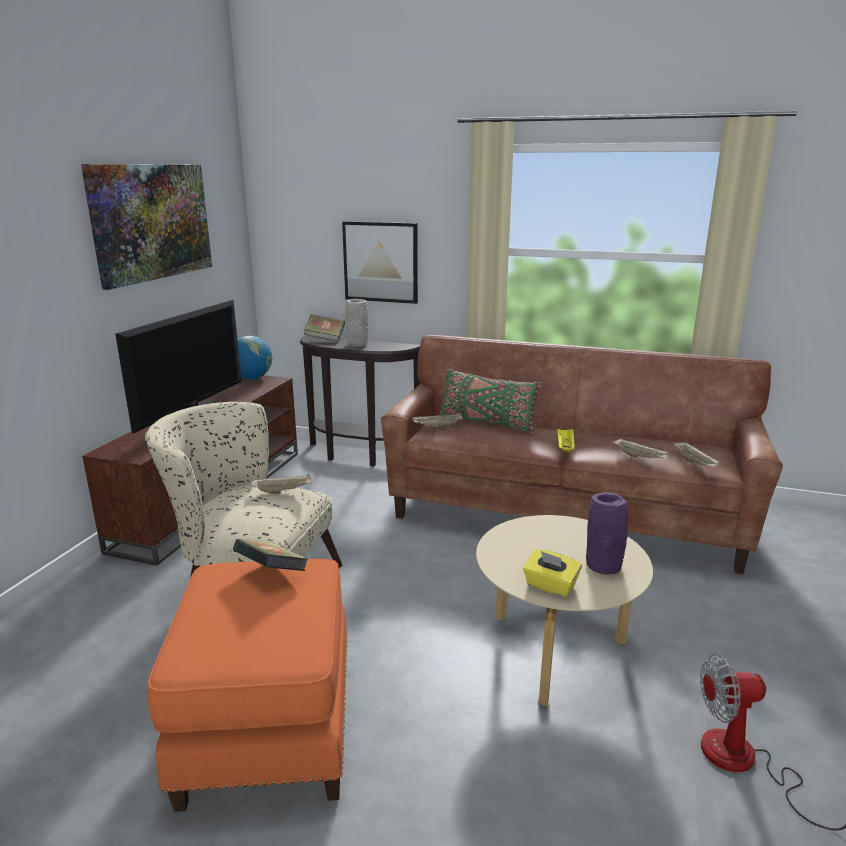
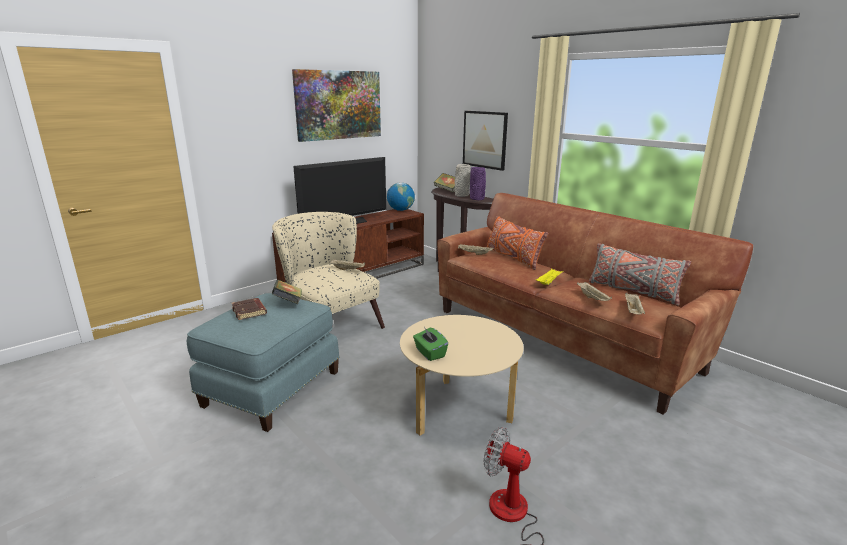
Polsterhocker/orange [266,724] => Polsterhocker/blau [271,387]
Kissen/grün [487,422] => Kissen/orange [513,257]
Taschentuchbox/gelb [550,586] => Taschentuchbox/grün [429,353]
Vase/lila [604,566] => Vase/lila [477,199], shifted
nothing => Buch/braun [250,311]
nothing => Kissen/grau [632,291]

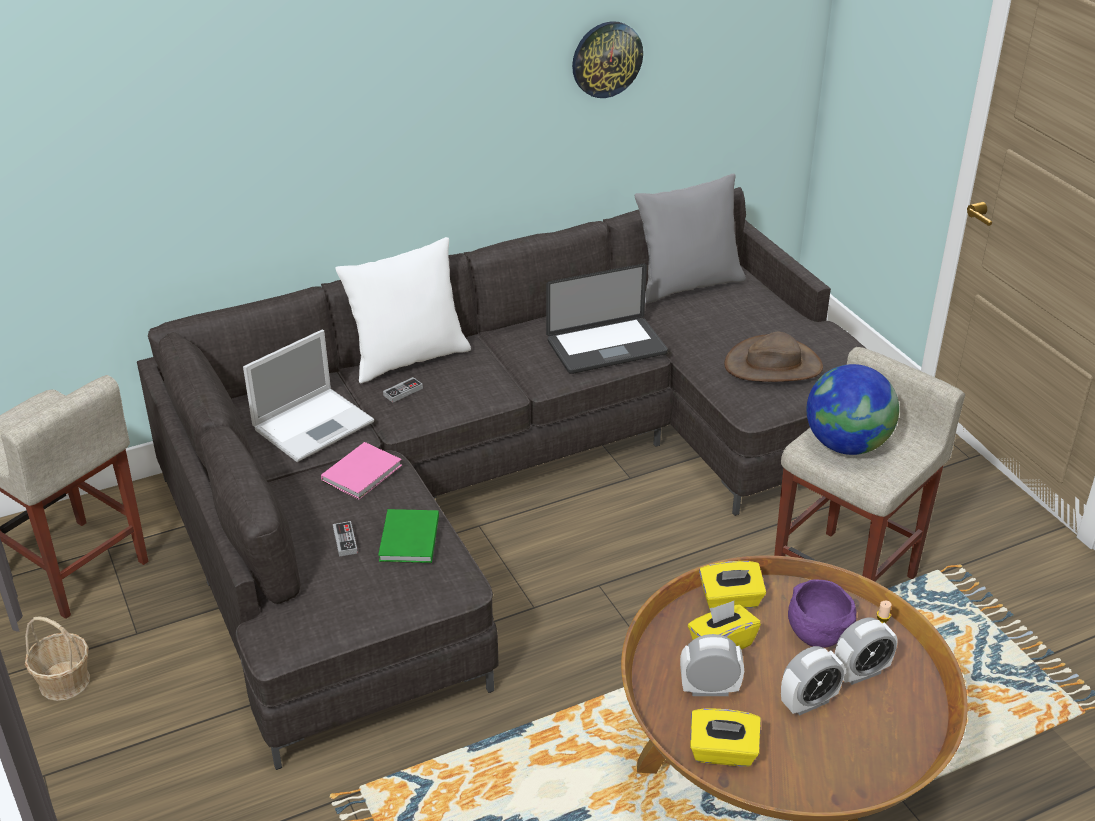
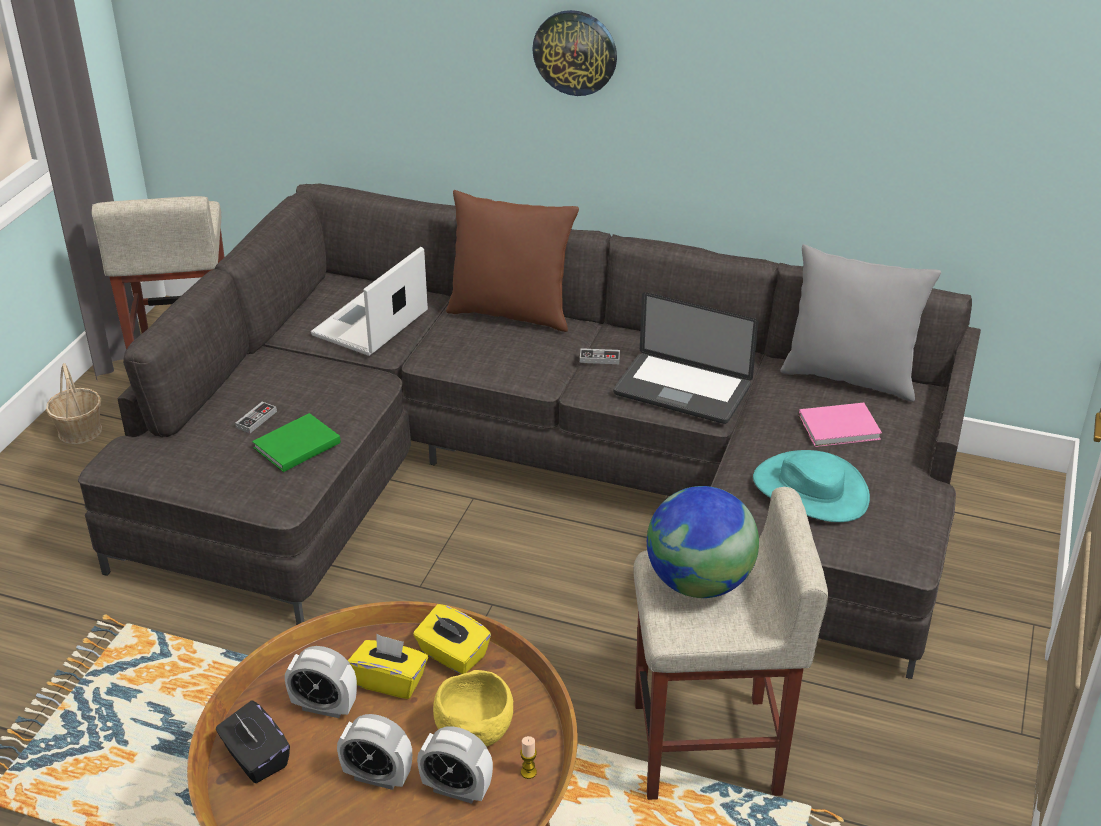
Laptop [315,424] => Laptop [369,325], 120 degrees clockwise
Buch/rosa [364,472] => Buch/rosa [841,428], shifted
Kissen/weiß [408,358] => Kissen/braun [511,313]
Gamepad [403,392] => Gamepad [599,358], shifted
Wanduhr [606,59] => Wanduhr [575,52], shifted
Wecker [709,689] => Wecker [324,707], 150 degrees clockwise
Taschentuchbox/gelb [723,753] => Taschentuchbox/schwarz [255,758]
Hut/braun [773,365] => Hut/türkis [810,490]
Schüssel/lila [816,634] => Schüssel/gelb [474,732]

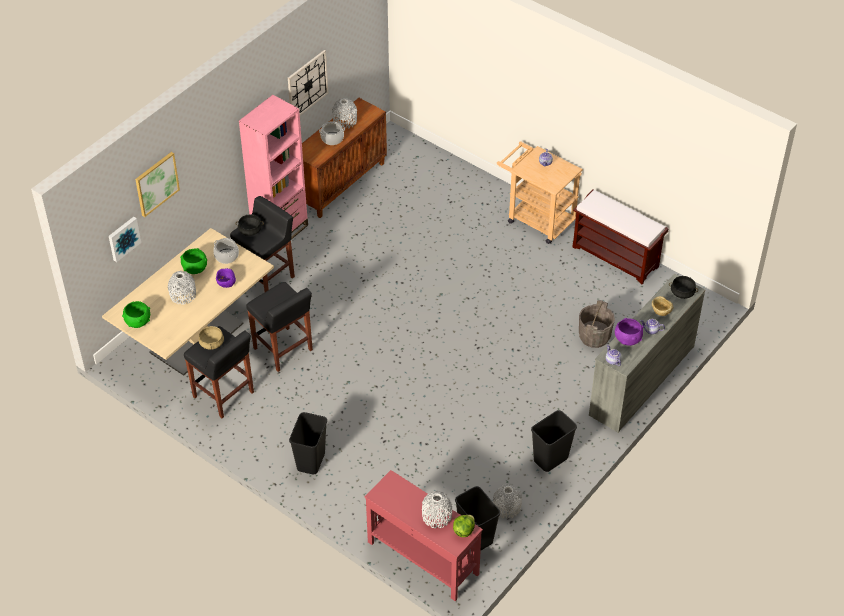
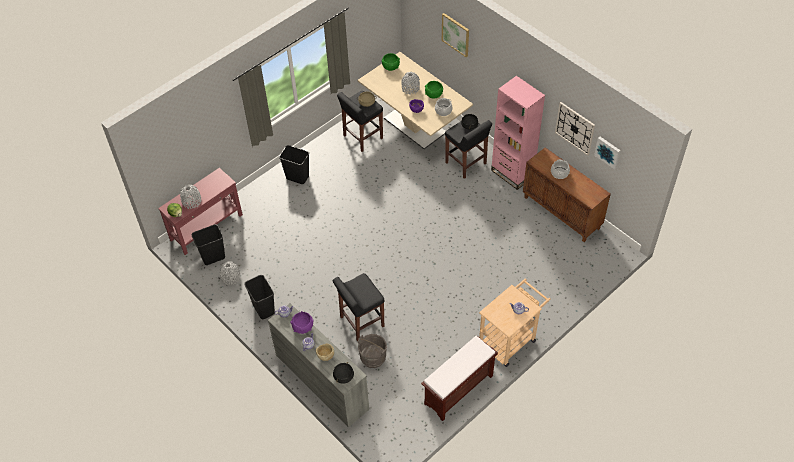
Bild [123,238] => Bild [608,152], shifted
Hocker/schwarz [283,350] => Hocker/schwarz [361,322], shifted
Vase/grau [345,121] => nothing

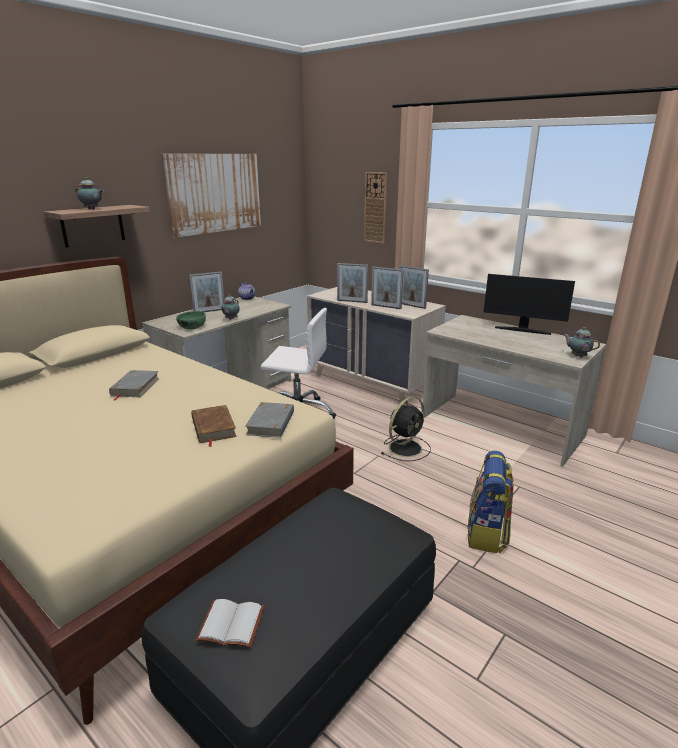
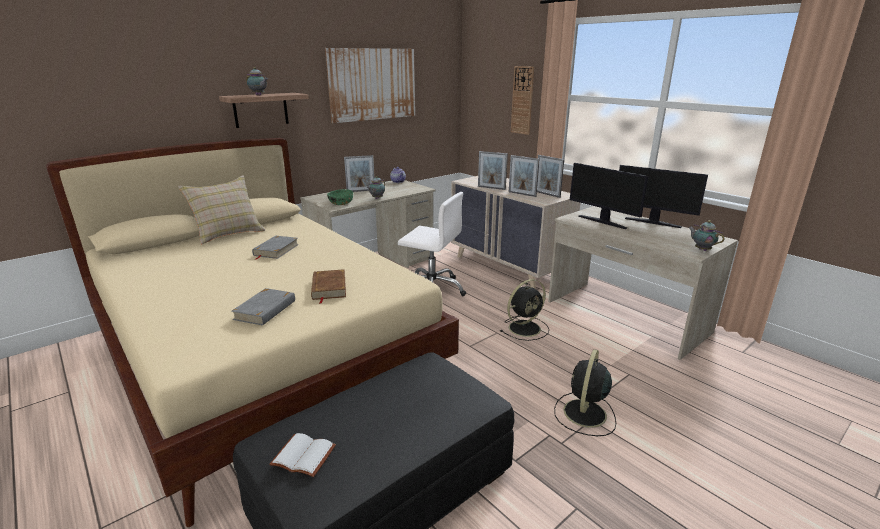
Buch/grau [271,423] => Buch/grau [265,310], shifted
Rucksack [487,534] => Ventilator/schwarz [584,414]
nothing => Kissen/beige [228,233]
nothing => Monitor [602,221]

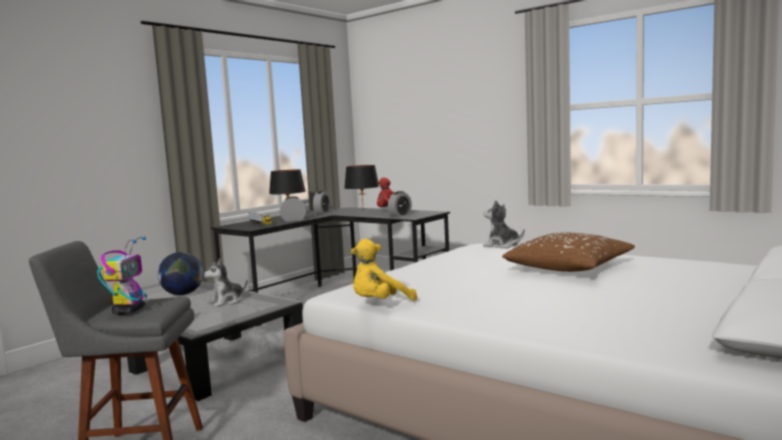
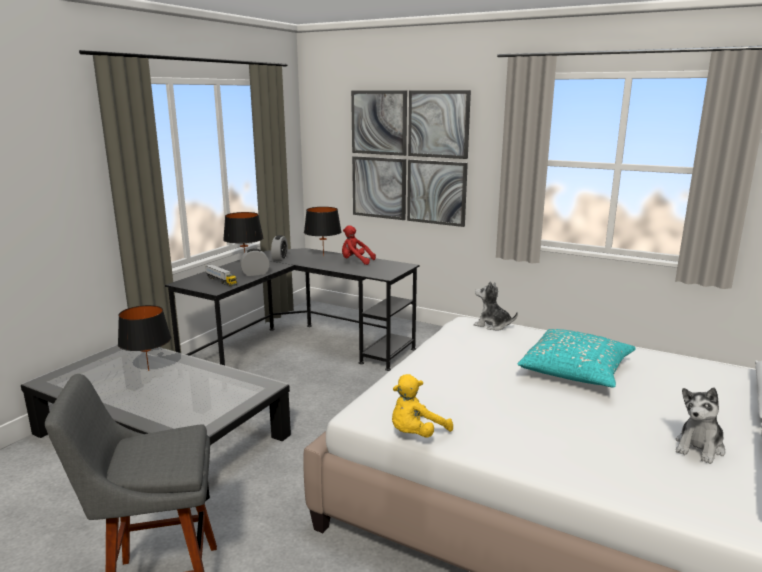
Spielzeugroboter [129,311] => nothing
Globus [182,294] => Tischlampe/schwarz [148,370]
Plüschtier [227,301] => Plüschtier [699,447], shifted
Wecker [400,215] => nothing
Kissen/braun [569,268] => Kissen/türkis [576,371]
nothing => Bild [407,157]

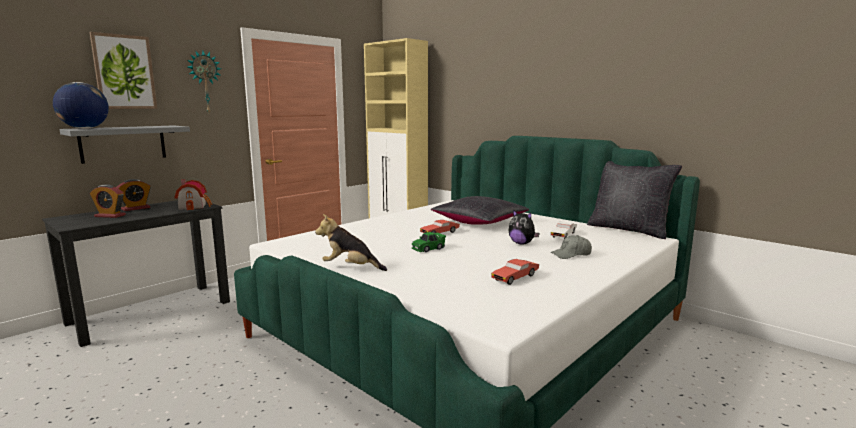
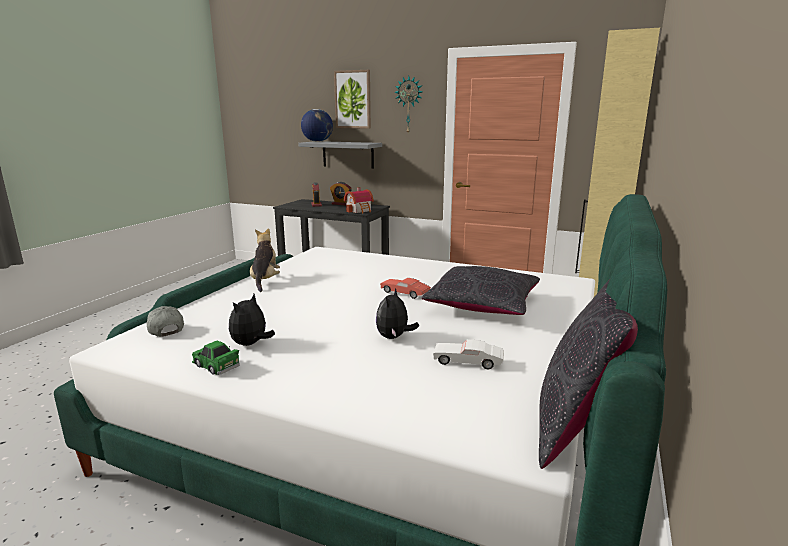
Spielzeugauto/grün [428,249] => Spielzeugauto/grün [216,365], shifted
Spielzeugauto/rot [515,277] => Plüschtier [251,344]
Kappe/grau [571,254] => Kappe/grau [165,329], shifted

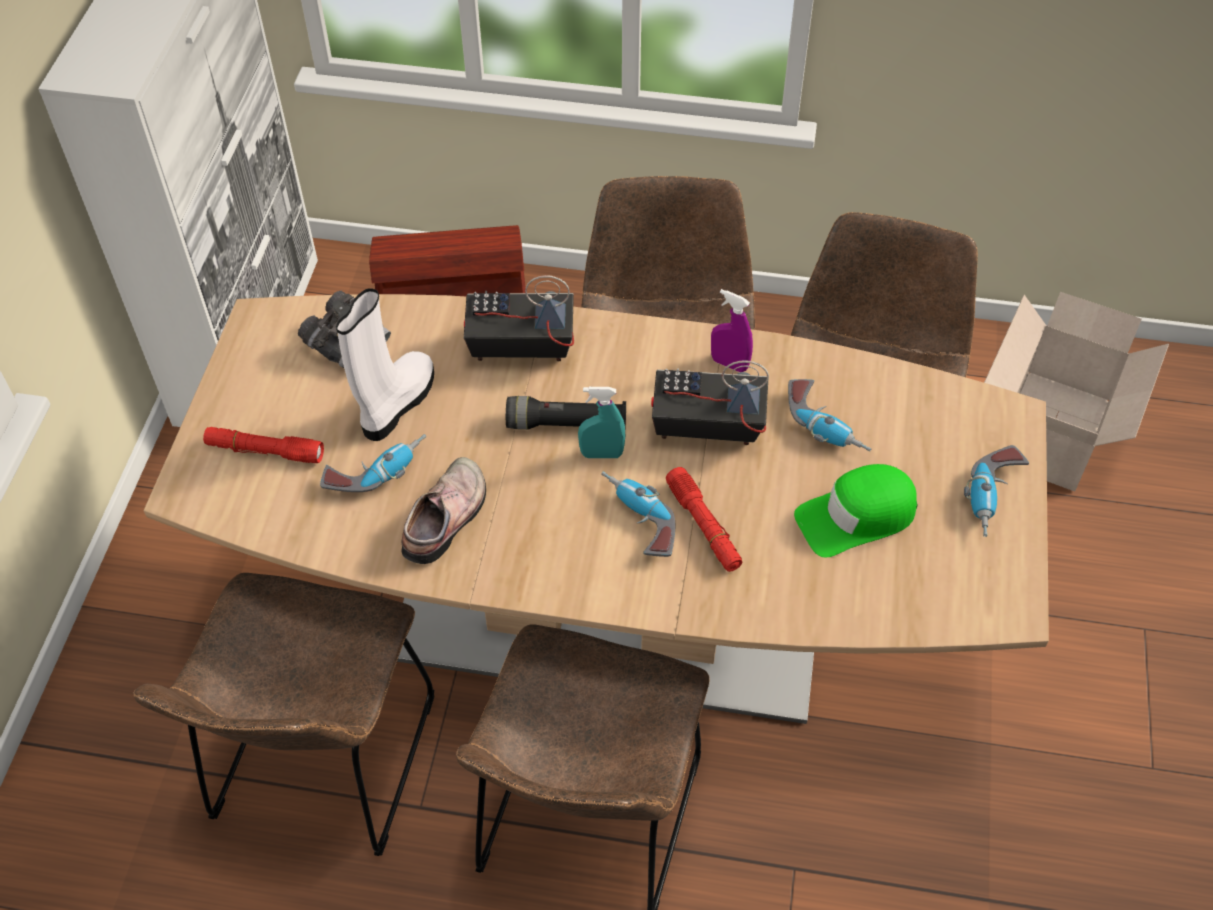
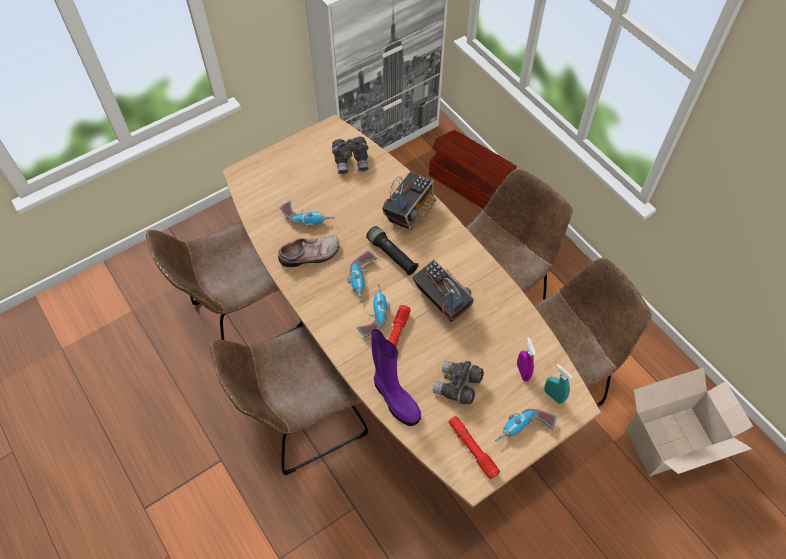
Taschenlampe/rot [265,451] => Taschenlampe/rot [472,448], shifted
Stiefel/weiß [396,404] => nothing
Radio [520,348] => Radio [410,211], 75 degrees clockwise
Sprühflasche/türkis [601,454] => Sprühflasche/türkis [553,395], shifted
Sprühflasche/lila [729,364] => Sprühflasche/lila [522,372], shifted
Bohrmaschine [826,425] => Bohrmaschine [363,279], shifted
Kappe/grün [856,517] => Fernglas/grau [457,386]
nothing => Stiefel/lila [394,398]

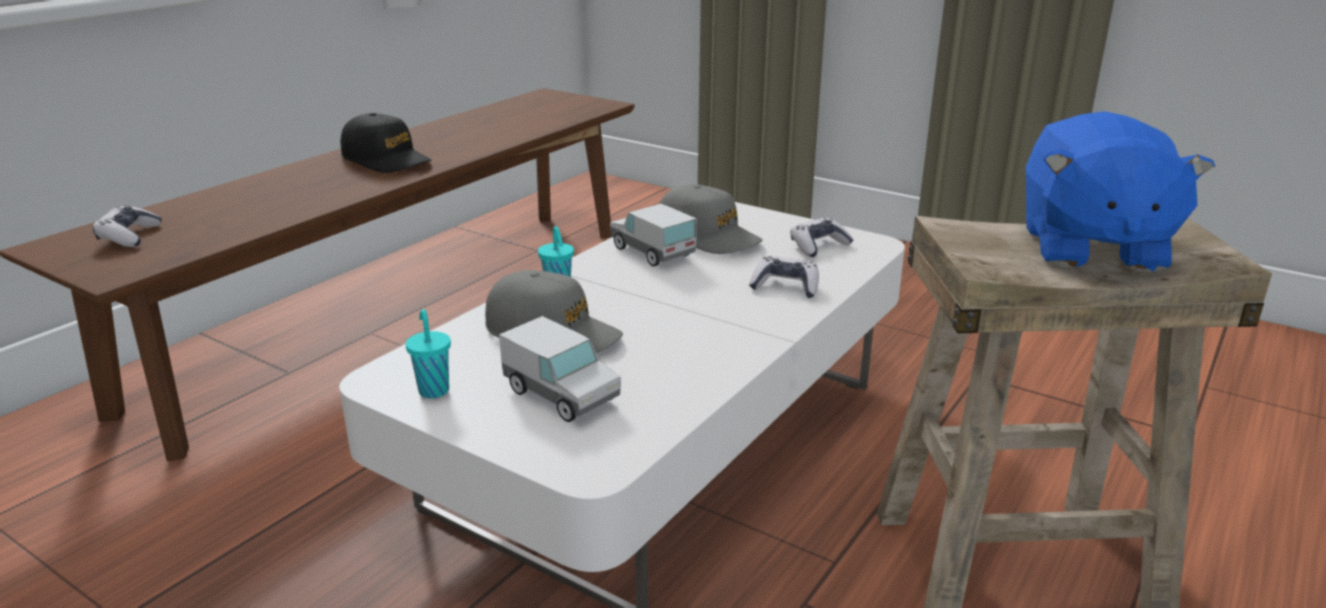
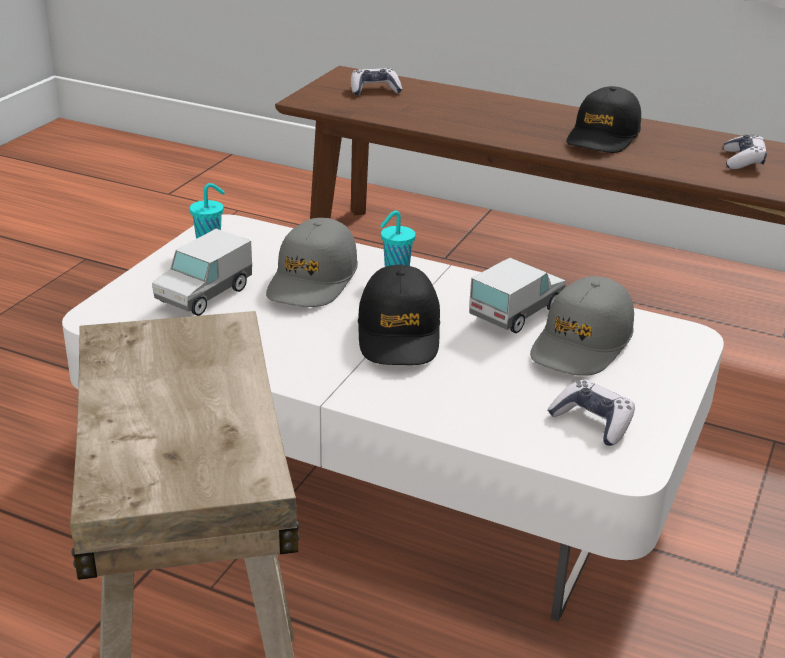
Gamepad [785,287] => Gamepad [743,161], shifted
Plüschtier/blau [1090,248] => nothing
nothing => Kappe/schwarz [399,333]

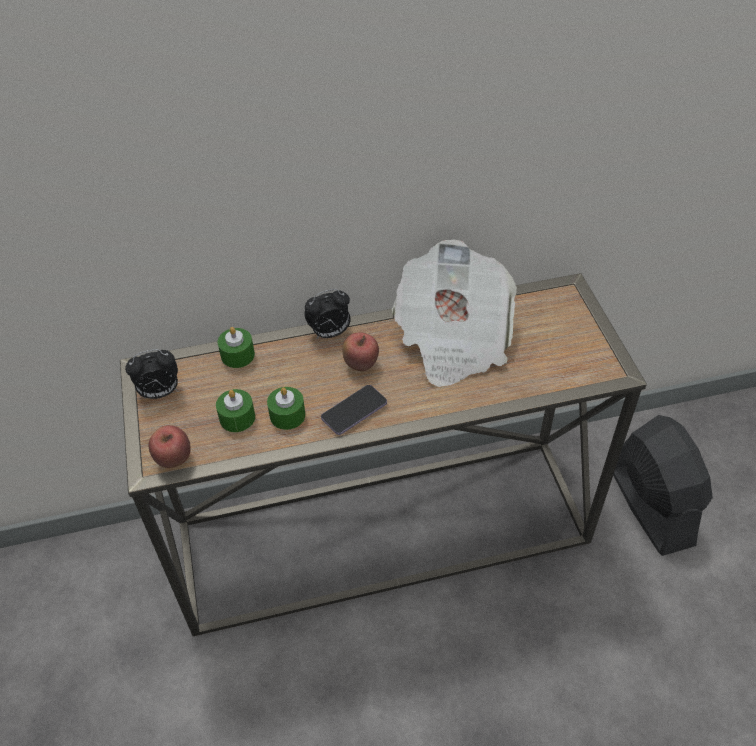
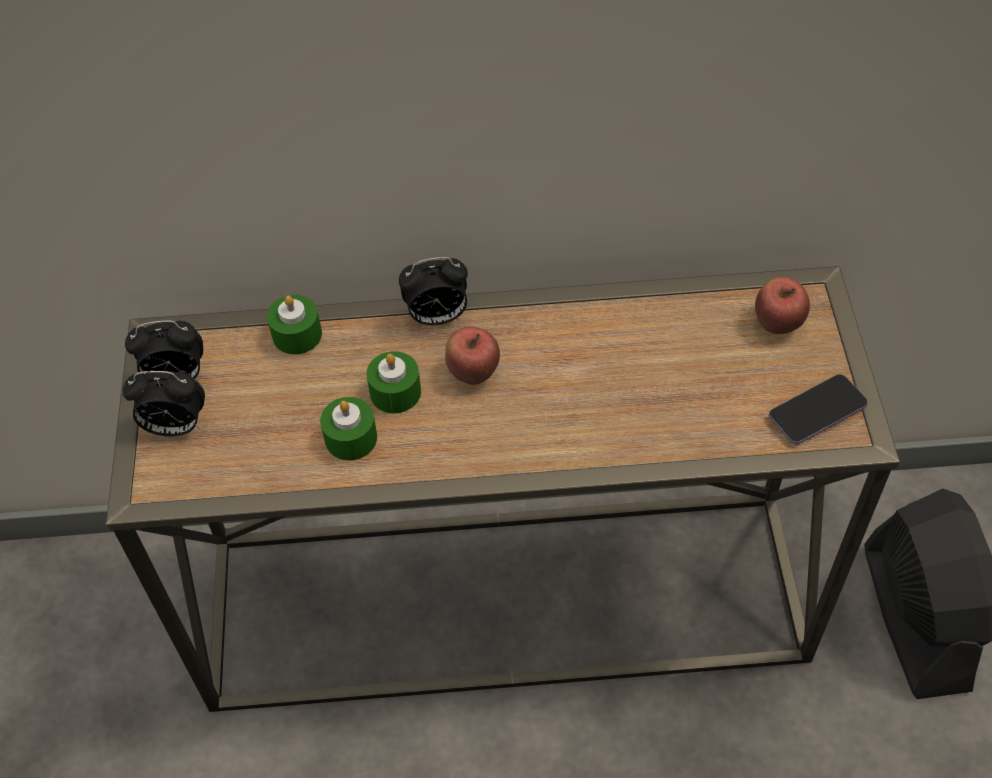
Apfel [174,459] => Apfel [777,324], shifted
Kerze/grün [237,418] => Kerze/grün [395,392], shifted
Handy [354,411] => Handy [817,411], shifted
Zeitung [452,338] => nothing
nothing => Wecker [175,427]

